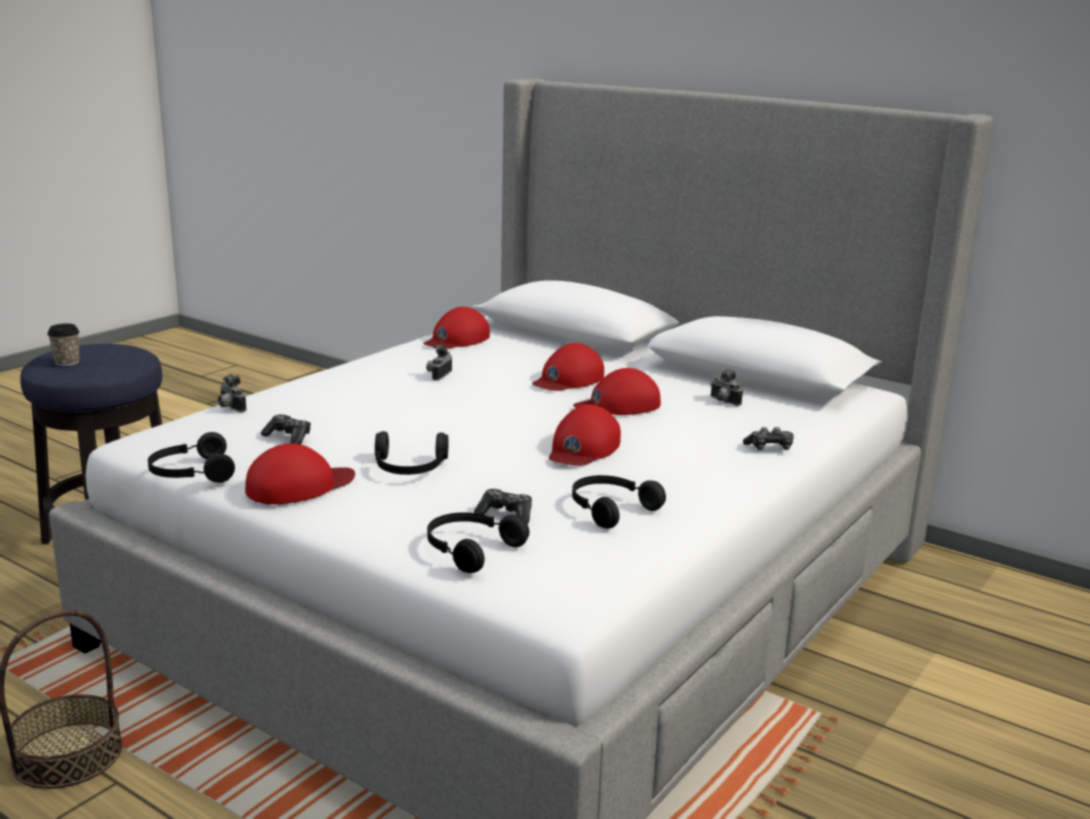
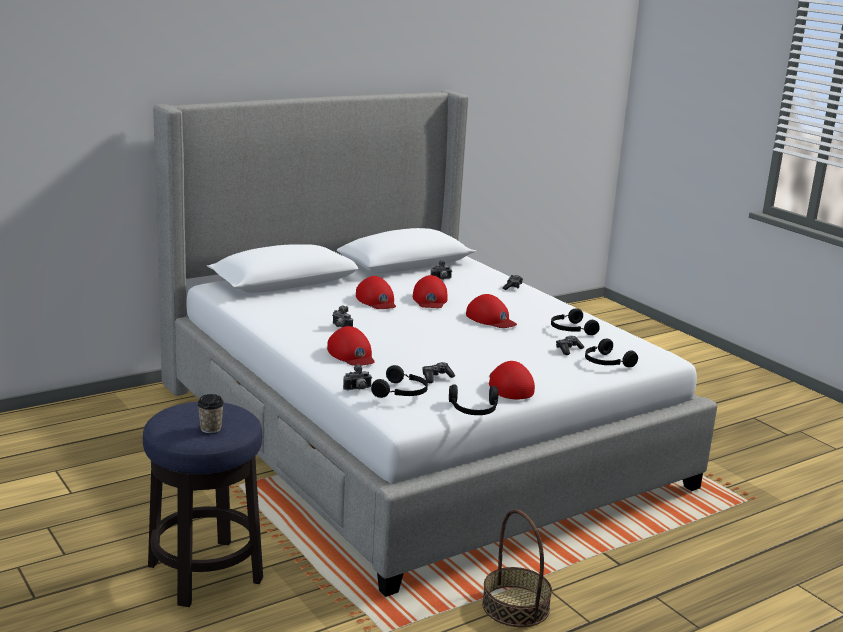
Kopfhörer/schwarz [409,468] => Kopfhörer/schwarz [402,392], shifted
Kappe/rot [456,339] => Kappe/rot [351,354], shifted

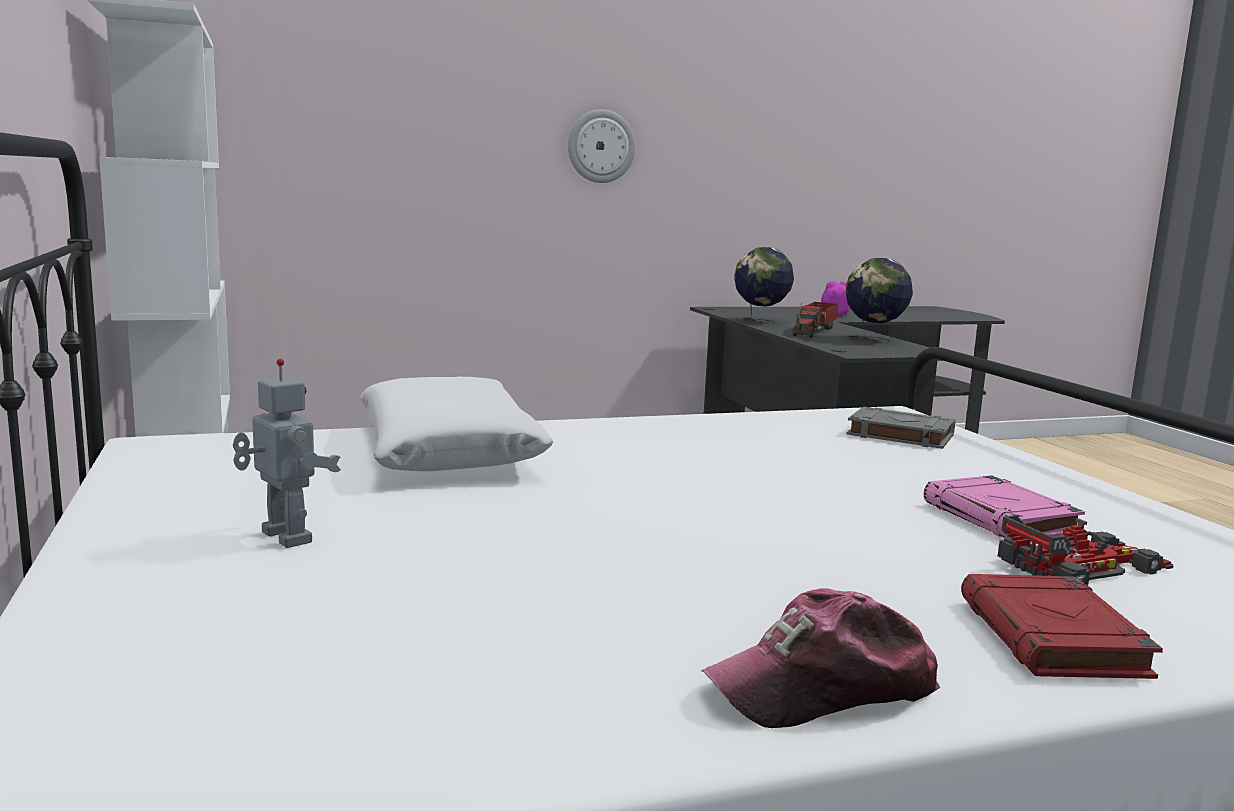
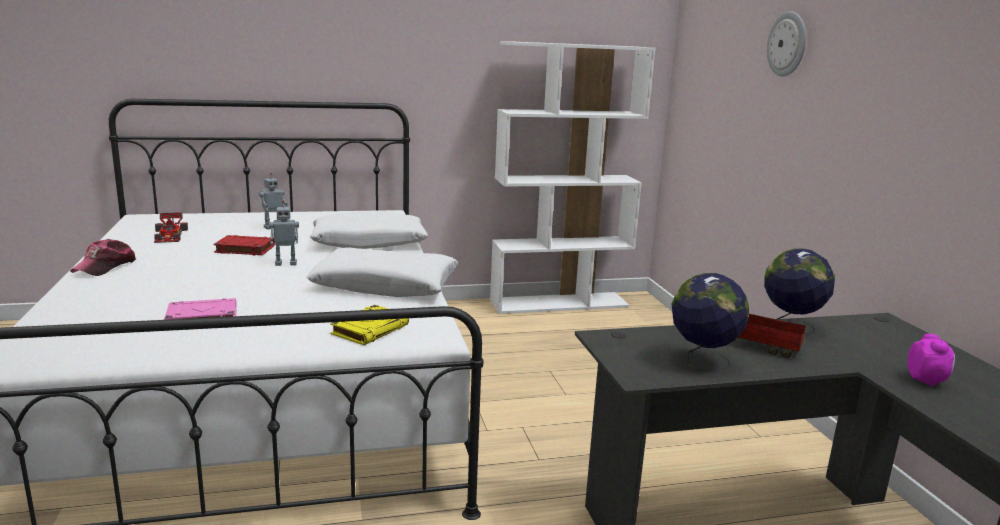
Wanduhr [601,146] => Wanduhr [787,44], shifted
Kappe [823,689] => Kappe [105,267], 150 degrees counterclockwise
Buch/grau [899,435] => Buch/gelb [370,329]
Buch/rot [1053,638] => Buch/rot [244,249], shifted
Spielzeugauto [1083,567] => Spielzeugauto [170,235], shifted
nothing => Spielzeugroboter [286,263]
nothing => Kissen/weiß [385,285]

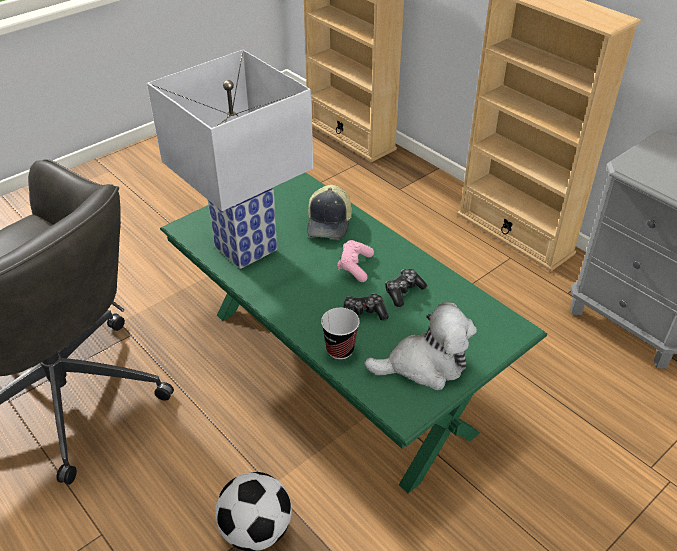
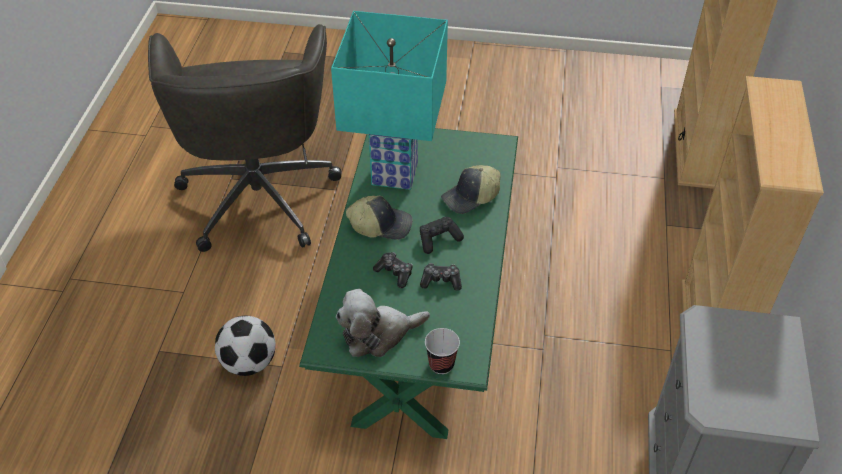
Tischlampe/weiß [245,249] => Tischlampe/türkis [393,174]
Tasse [340,350] => Tasse [441,364], shifted
Gamepad/rosa [355,267] => Gamepad/schwarz [438,240]
Plüschtier [424,365] => Plüschtier [378,334], 120 degrees clockwise
nothing => Kappe [381,225]

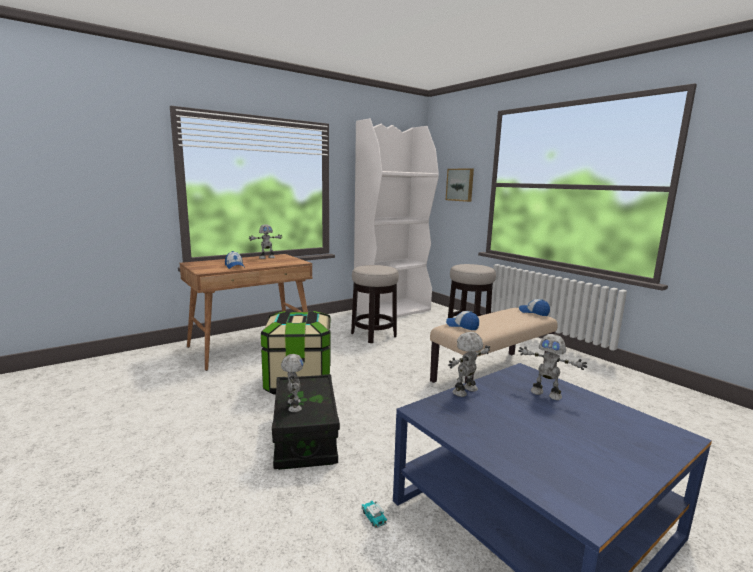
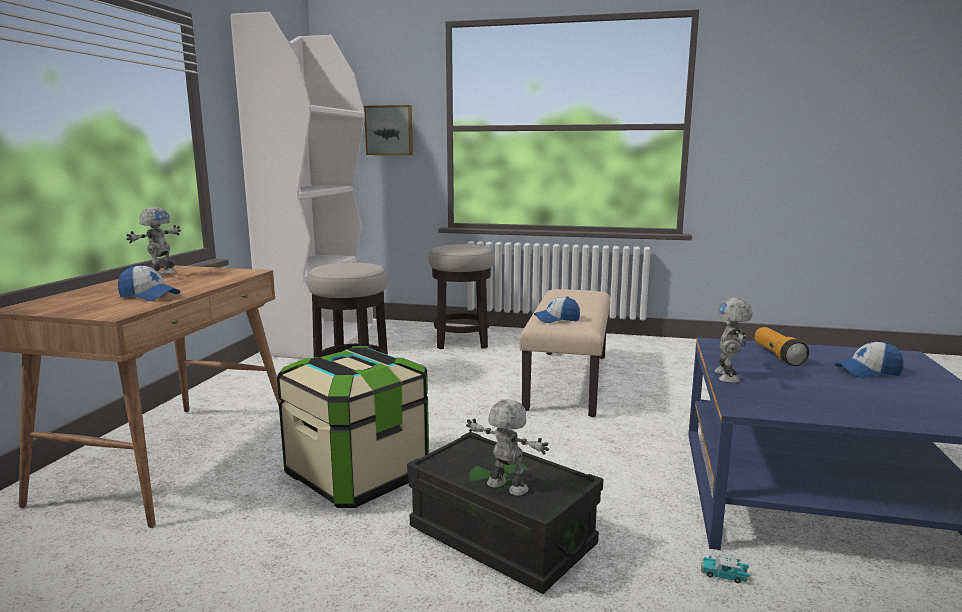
Spielzeugroboter [546,394] => Taschenlampe [778,356]
Kappe [534,312] => Kappe [868,372], shifted

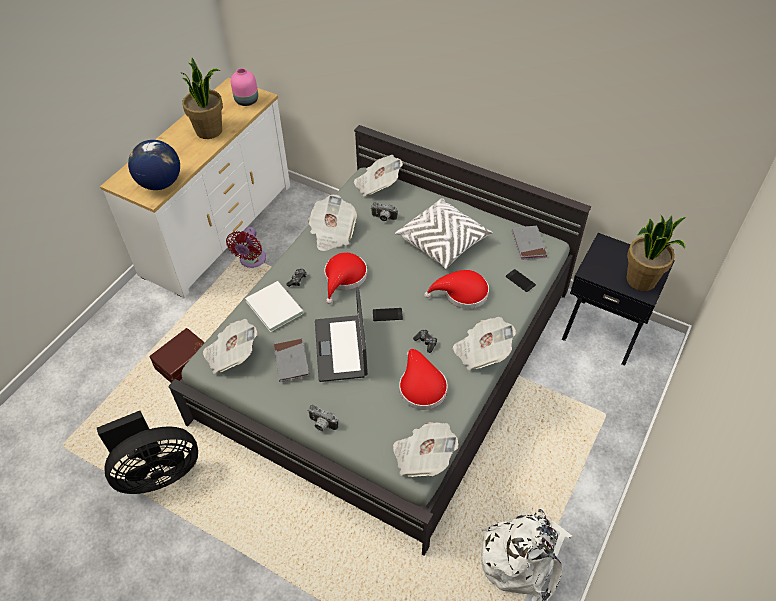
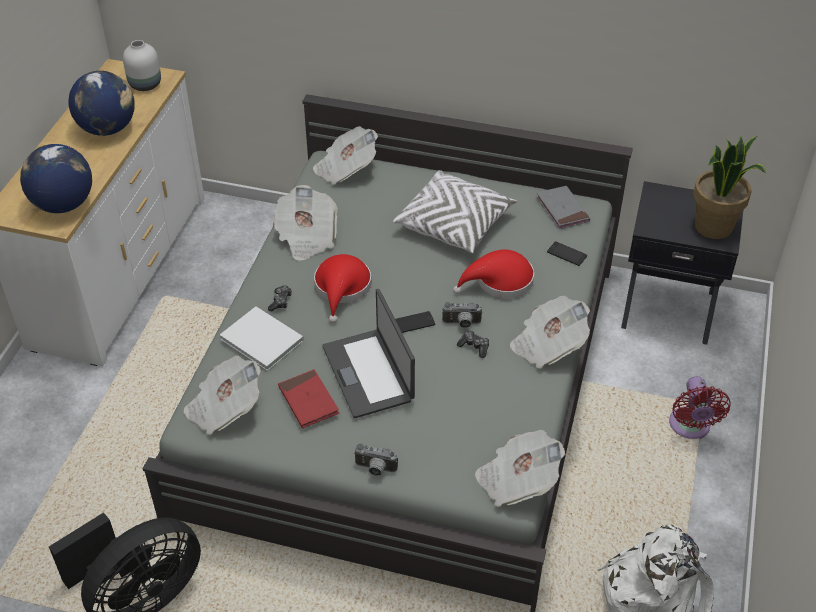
Aufbewahrungsbox/braun [184,364] => nothing
Topfpflanze [210,130] => Globus [108,128]
Ventilator/rot [251,261] => Ventilator/rot [690,427], shifted
Vase/rosa [246,100] => Vase/weiß [144,84]
Buch/grau [291,361] => Buch/rot [308,401]
Kamera [383,218] => Kamera [461,324], shifted
Hut/rot [421,386] => nothing

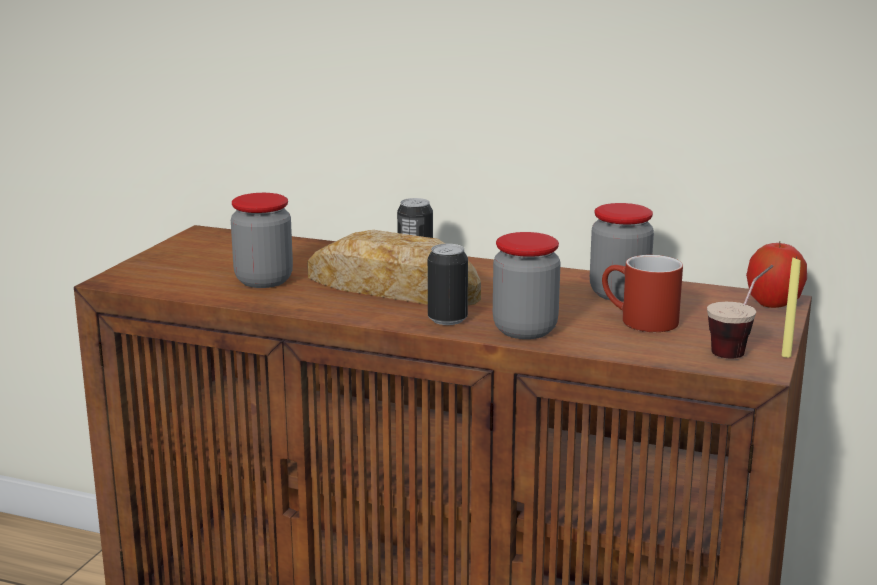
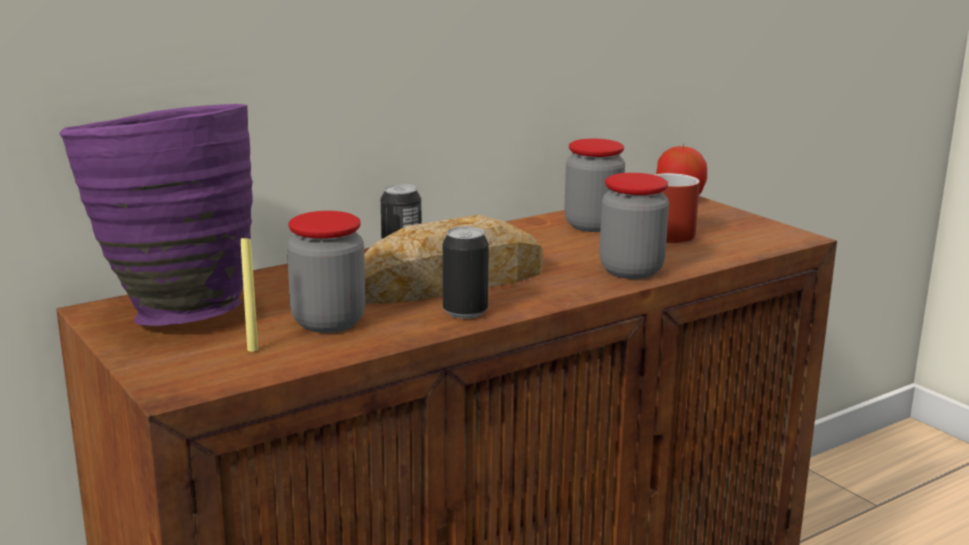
Dose [447,319] => Dose [465,312], shifted
Tasse [739,348] => nothing
Kerze/gelb [786,355] => Kerze/gelb [252,349], shifted
nothing => Vase/lila [172,312]

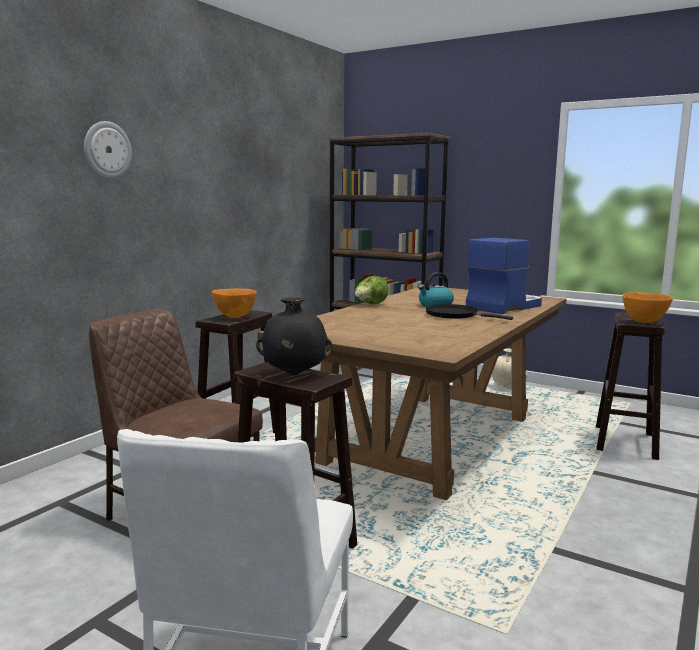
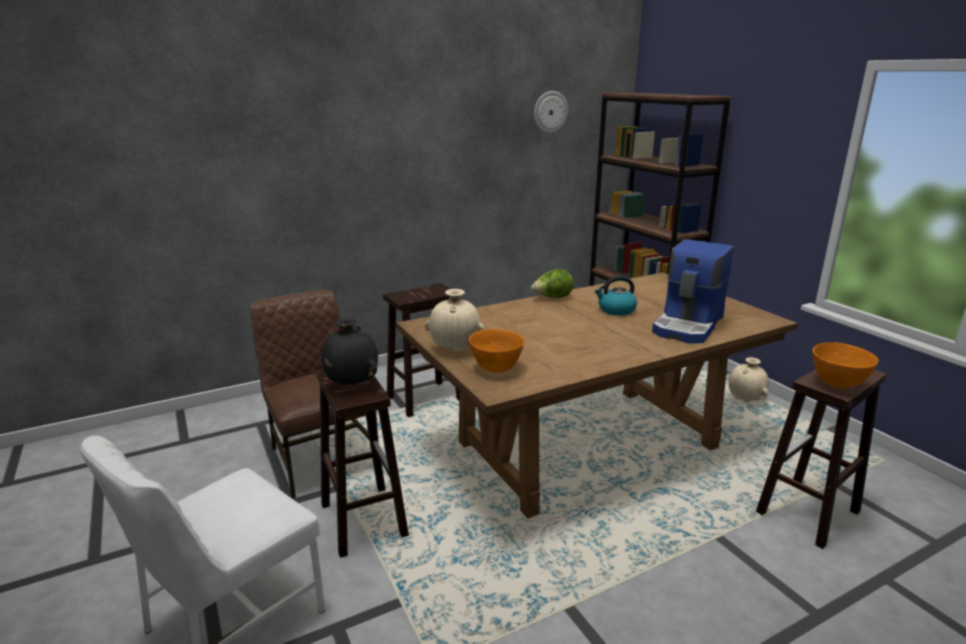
Wanduhr [107,150] => Wanduhr [550,112], shifted
Schüssel/orange [235,317] => Schüssel/orange [496,369], shifted
Pfanne/schwarz [455,315] => nothing
Kaffeemaschine [503,306] => Kaffeemaschine [689,325], 135 degrees clockwise
nothing => Vase/beige [455,350]

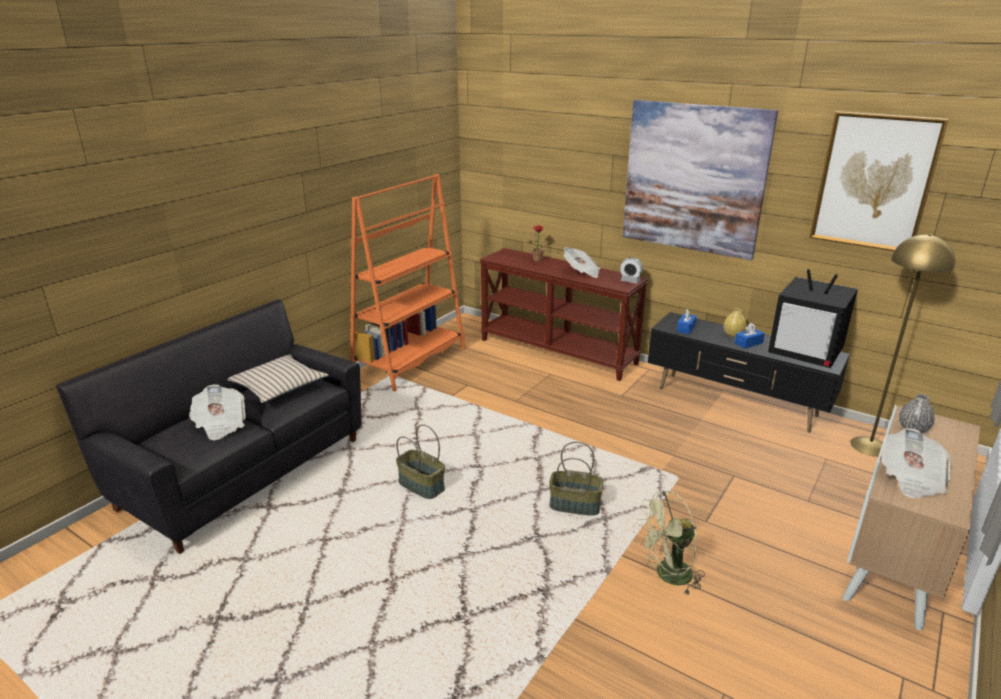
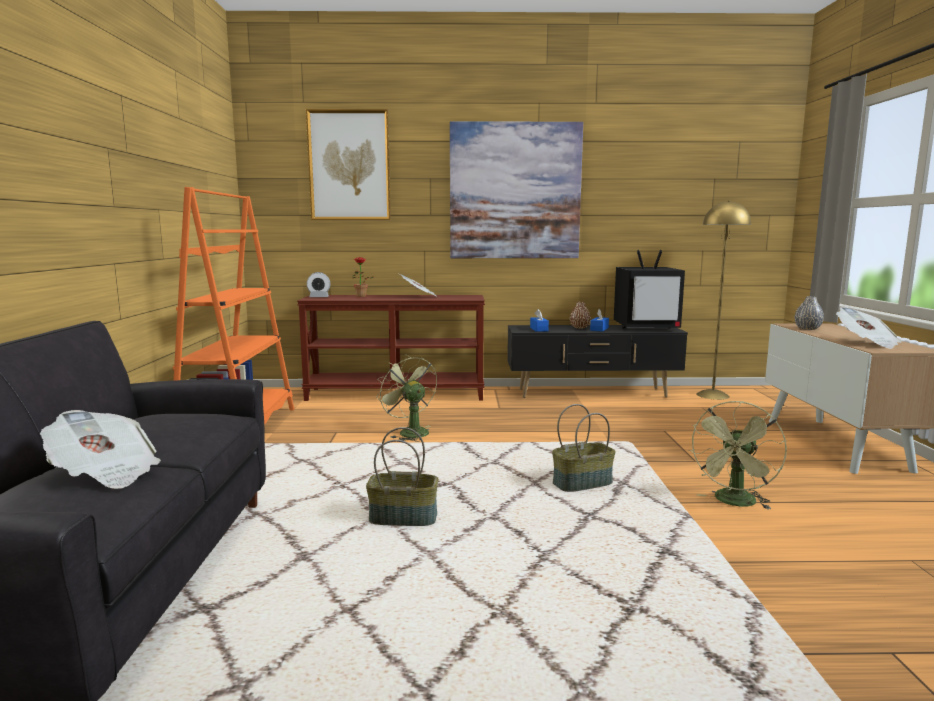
Kissen/beige [279,386] => nothing
Wecker [630,281] => Wecker [319,297], shifted
Vase/gelb [733,334] => Vase/braun [579,327]
Bild [874,182] => Bild [349,166], shifted
nothing => Ventilator/grün [409,432]

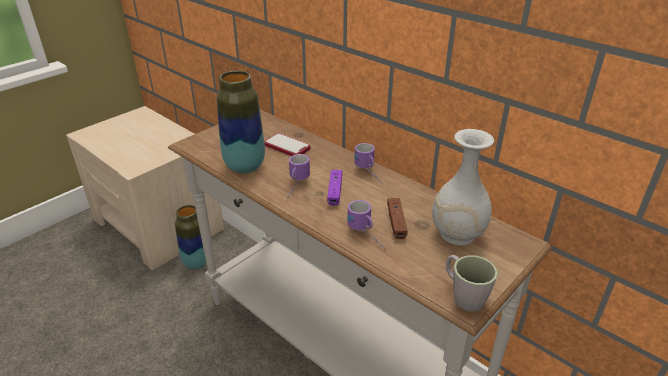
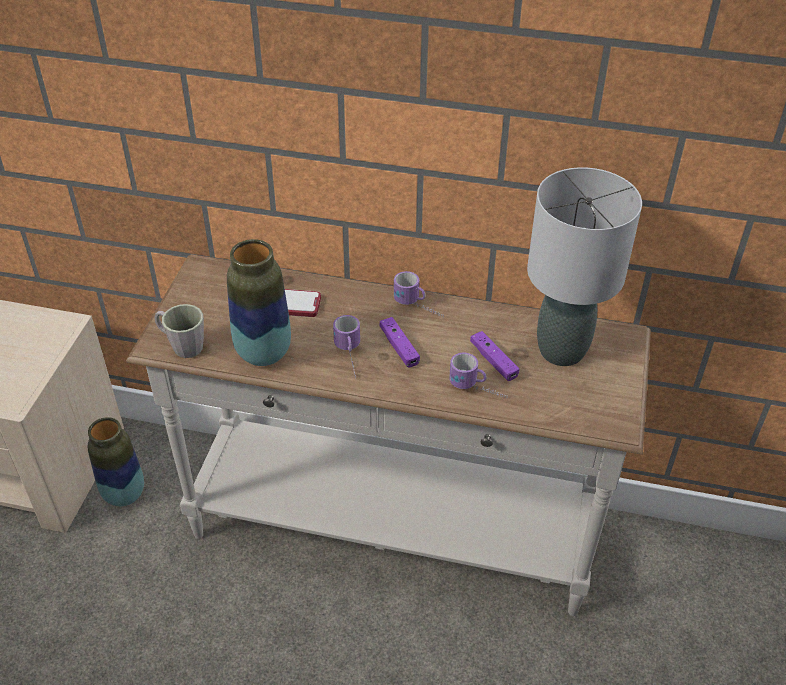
Gamepad/braun [396,222] => Gamepad/lila [493,361]
Vase/weiß [457,233] => Tischlampe/grau [560,350]
Henkelbecher/grau [463,295] => Henkelbecher/grau [182,345], shifted

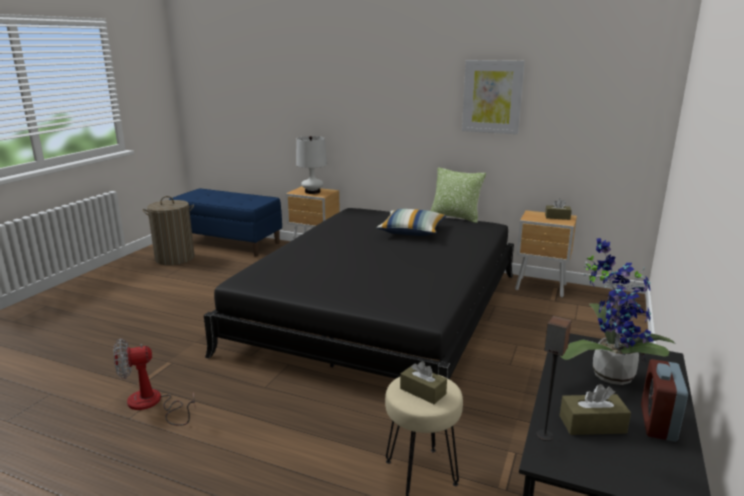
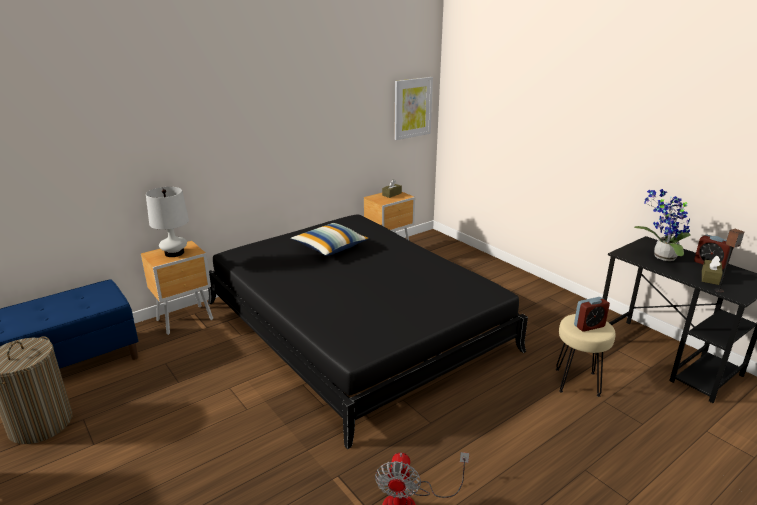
Taschentuchbox/braun [423,391] => Wecker [589,326]
Kissen [455,217] => nothing
Bild [492,97] => Bild [412,108], shifted

